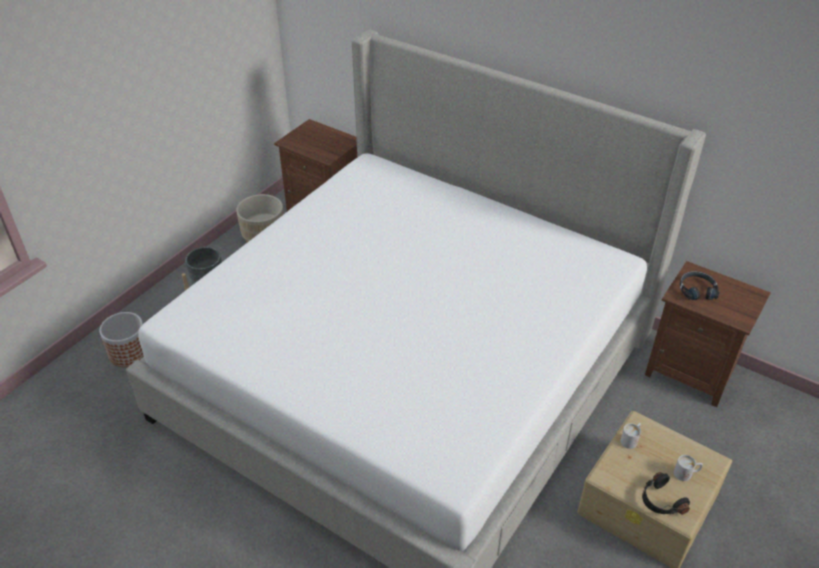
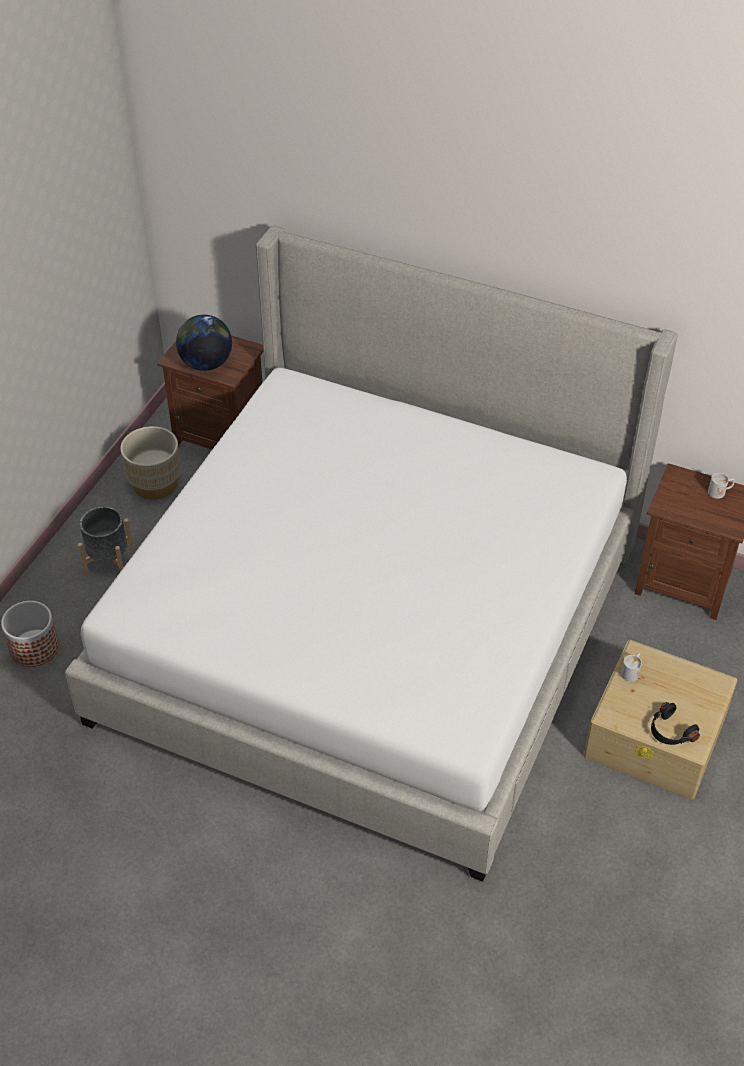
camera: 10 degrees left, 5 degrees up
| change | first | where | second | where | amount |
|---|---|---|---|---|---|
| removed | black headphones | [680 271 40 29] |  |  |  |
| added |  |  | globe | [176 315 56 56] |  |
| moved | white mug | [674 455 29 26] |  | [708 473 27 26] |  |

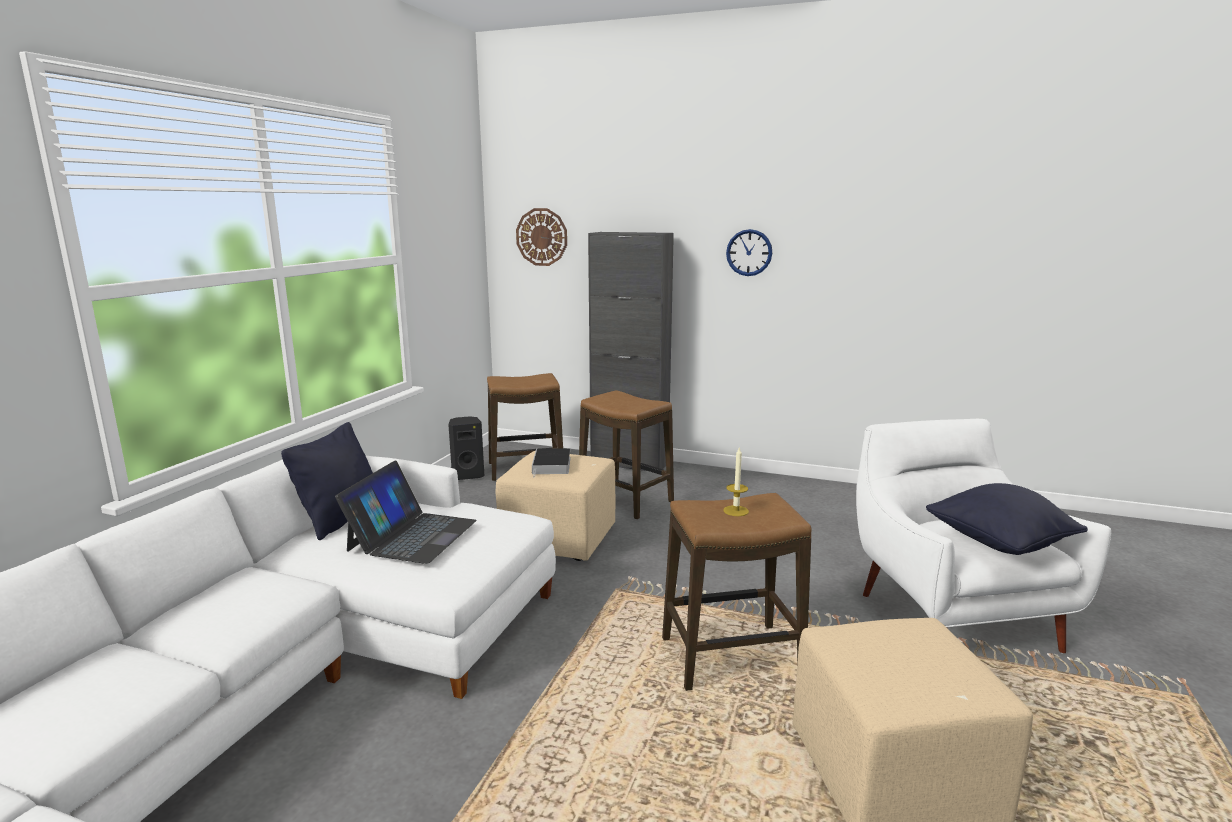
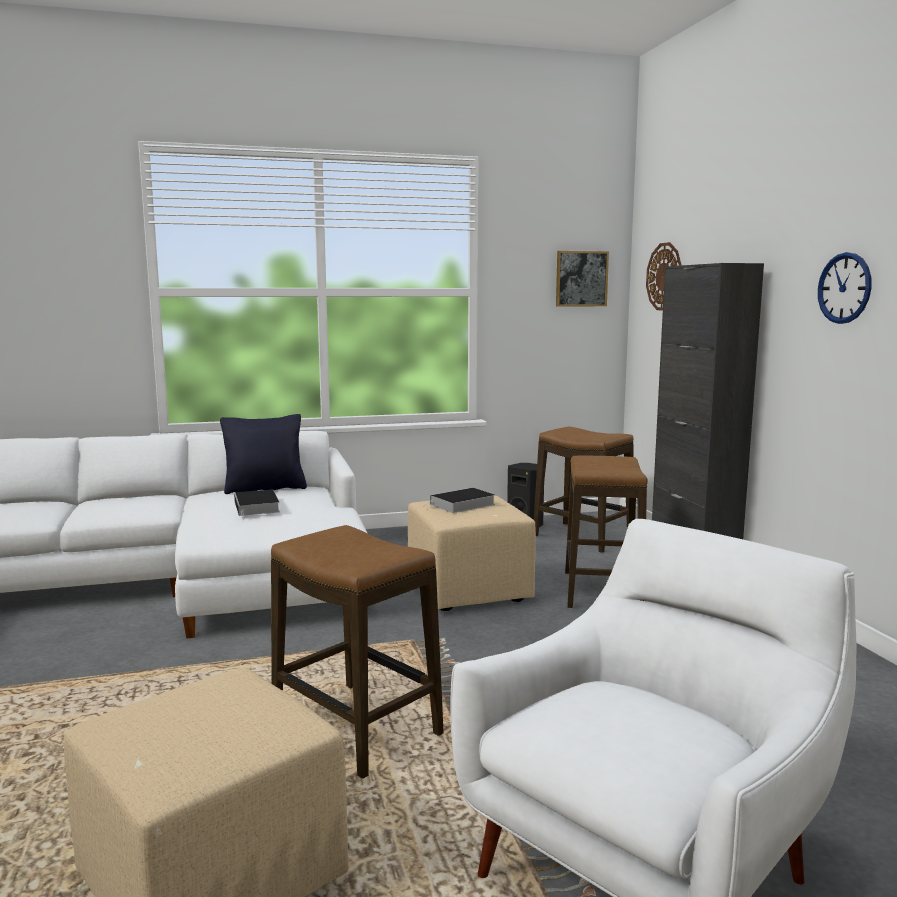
camera: 55 degrees right, 5 degrees down
| change | first | where | second | where | amount |
|---|---|---|---|---|---|
| removed | candle | [723 446 26 70] |  |  |  |
| removed | black pillow | [926 483 162 72] |  |  |  |
| added |  |  | picture | [556 251 53 56] |  |
| replaced | laptop | [335 461 142 103] | book | [234 490 46 28] |  |

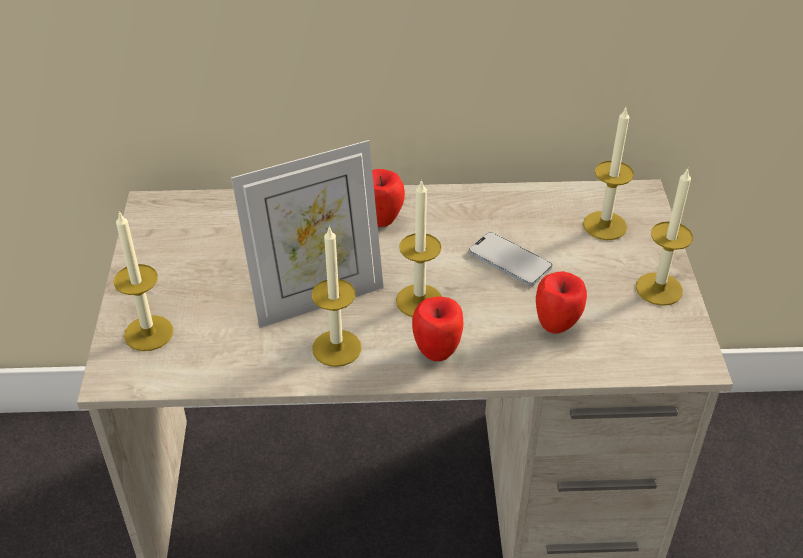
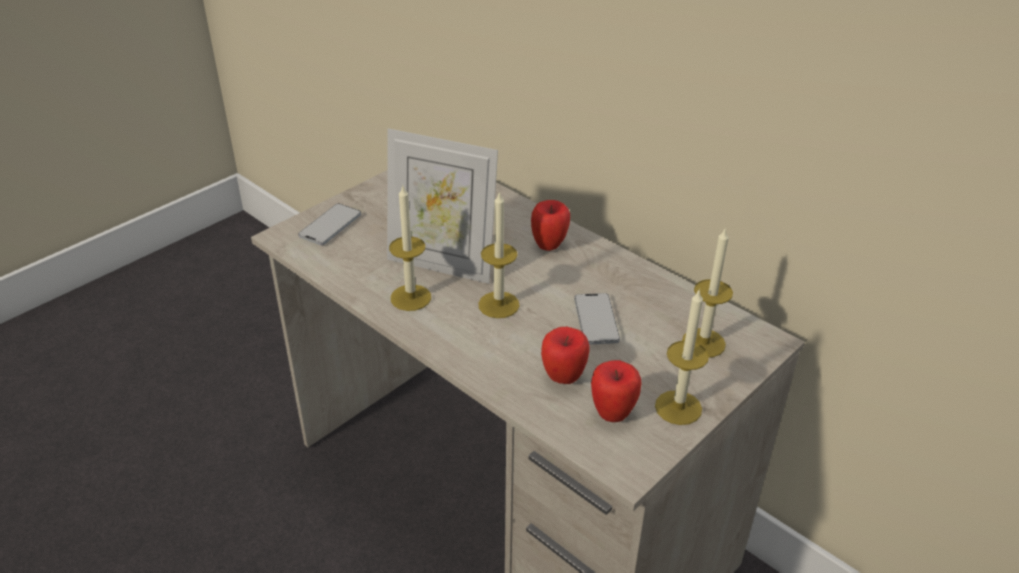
camera: 45 degrees right, 5 degrees down
| change | first | where | second | where | amount |
|---|---|---|---|---|---|
| moved | apple | [412 296 51 65] |  | [591 360 50 62] |  |
| replaced | candle | [113 211 60 140] | phone | [298 203 63 42] |  |

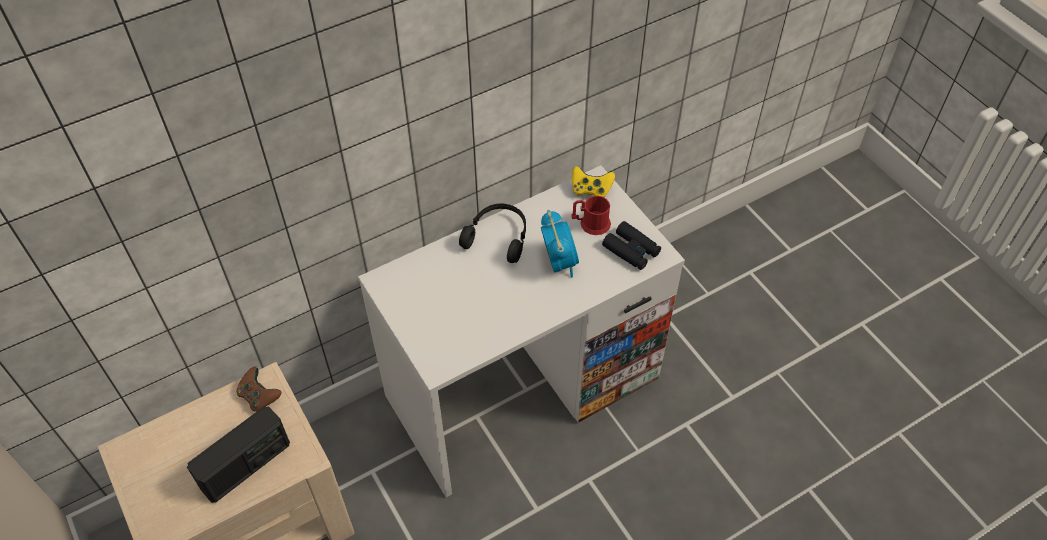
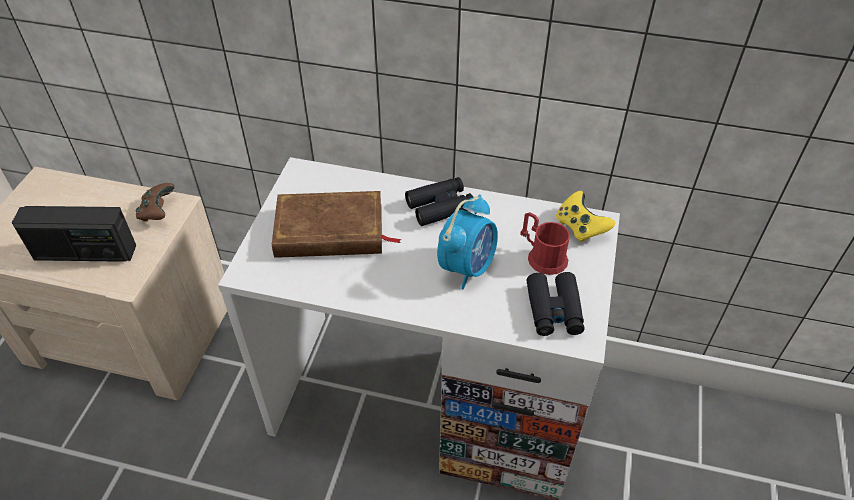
camera: 45 degrees right, 5 degrees down
| change | first | where | second | where | amount |
|---|---|---|---|---|---|
| added |  |  | brown book | [272 191 129 67] |  |
| replaced | black headphones | [459 204 67 59] | black binoculars | [405 177 68 49] |  |

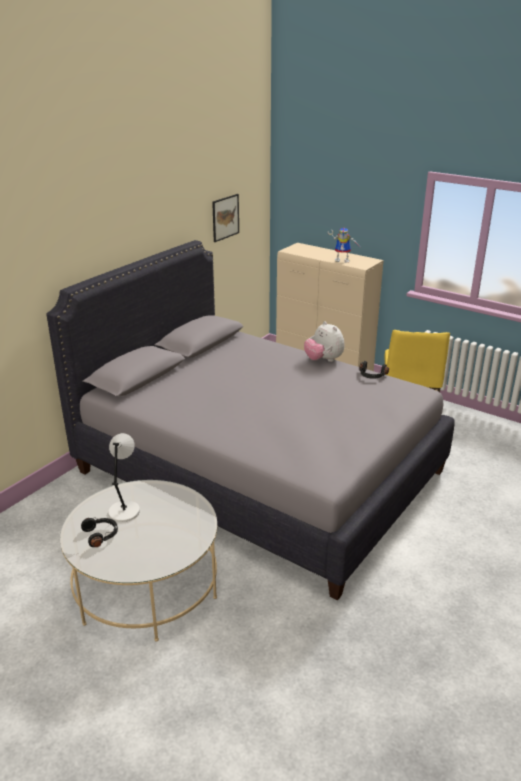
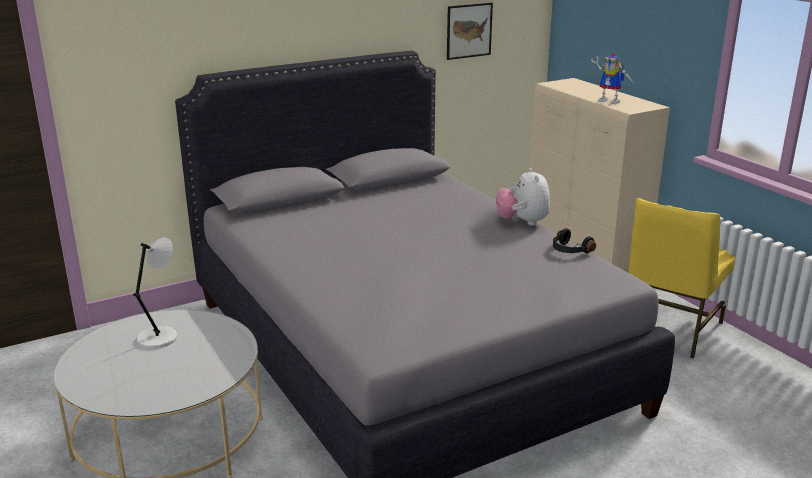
camera: 25 degrees right, 5 degrees down
| change | first | where | second | where | amount |
|---|---|---|---|---|---|
| removed | black headphones | [81 518 37 29] |  |  |  |

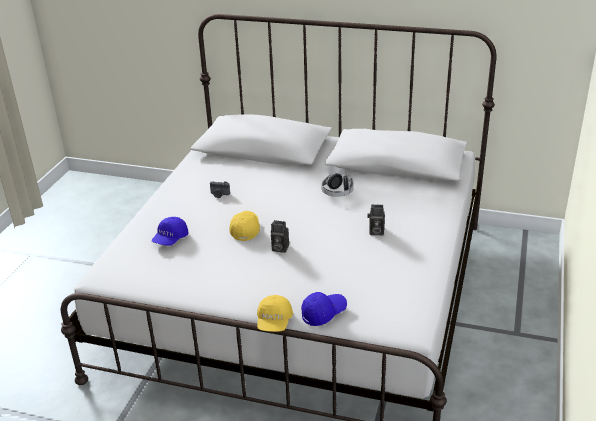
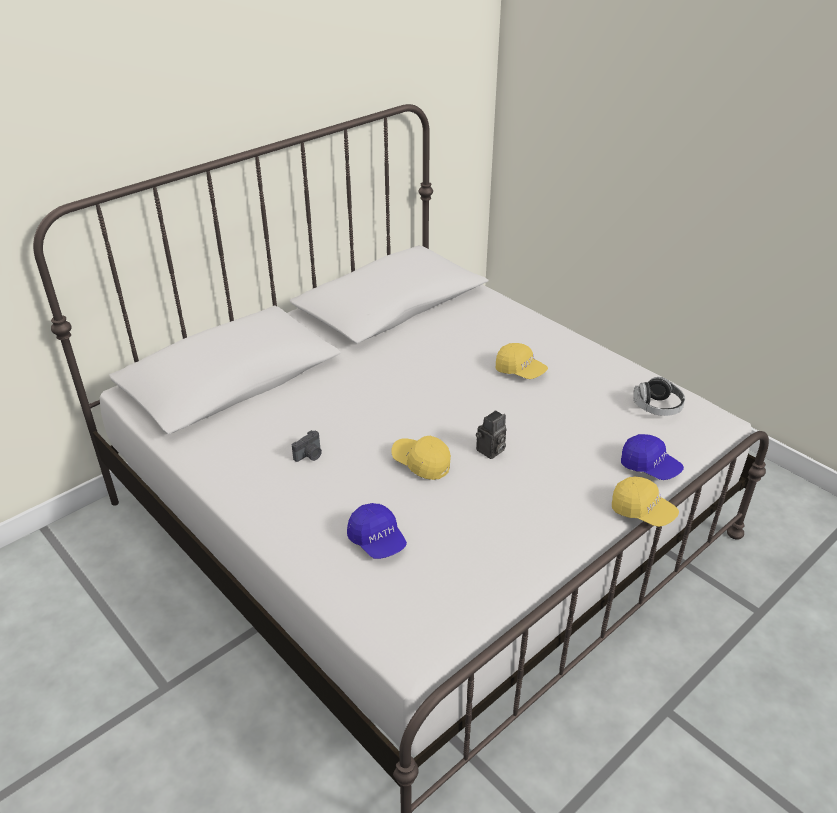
camera: 60 degrees left, 5 degrees up
| change | first | where | second | where | amount |
|---|---|---|---|---|---|
| moved | headphones | [322 173 31 24] |  | [633 377 52 39] |  |
| replaced | photo camera | [367 204 18 31] | yellow cap | [496 343 52 36] |  |
| turned | blue cap | [301 292 46 34] |  | [621 434 63 46] | 135 degrees clockwise |

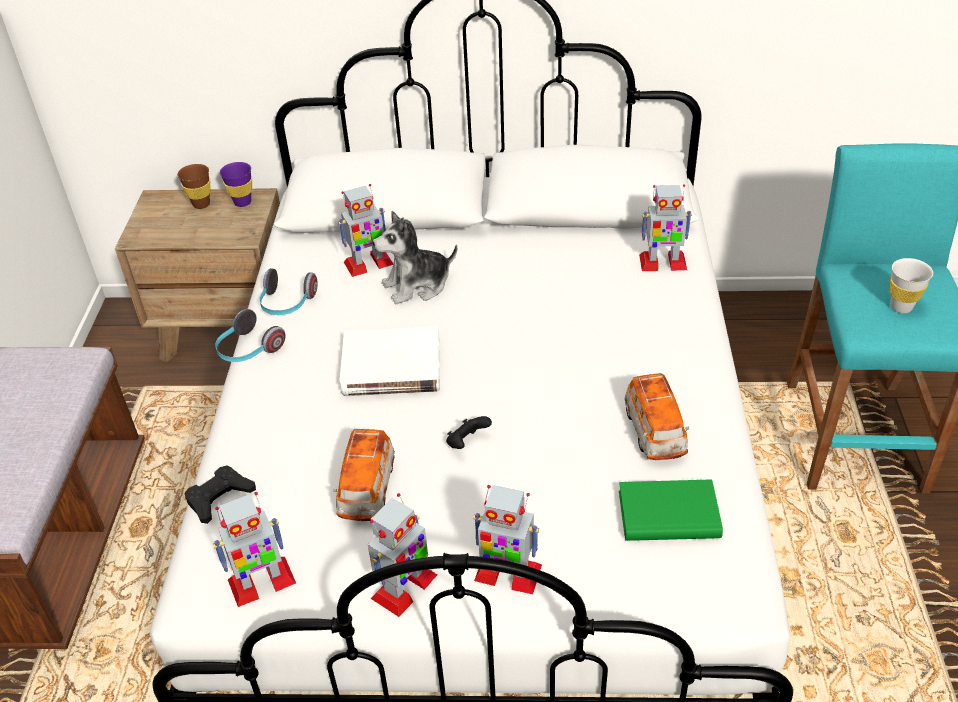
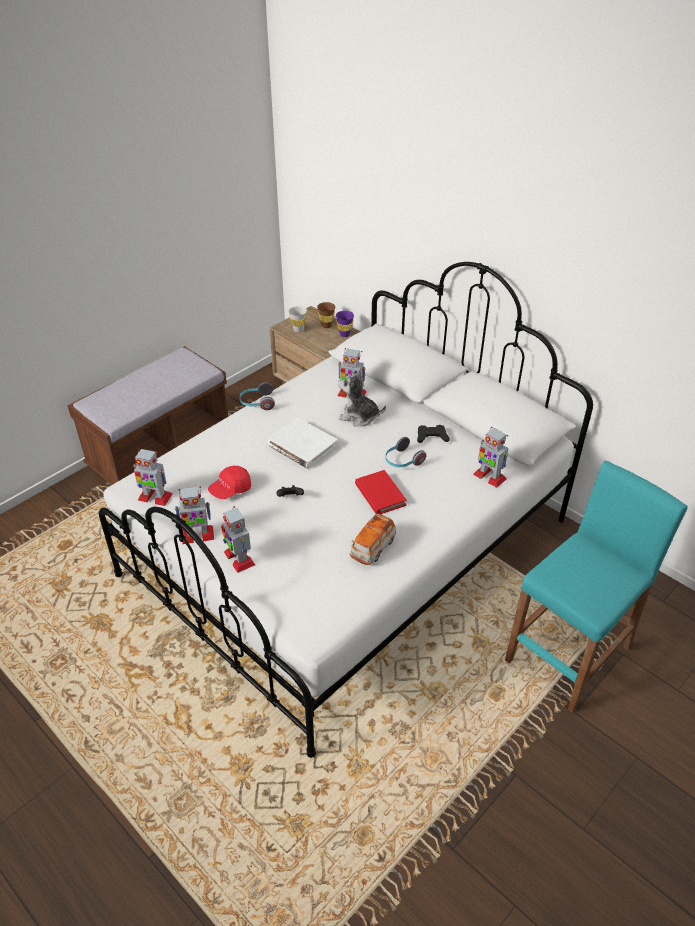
camera: 40 degrees right, 0 degrees up
| change | first | where | second | where | amount |
|---|---|---|---|---|---|
| removed | green book | [619 480 104 61] |  |  |  |
| added |  |  | red book | [355 470 52 44] |  |
| moved | black game controller | [185 465 71 59] |  | [417 425 33 18] |  |
| moved | headphones | [260 268 58 47] |  | [385 437 41 30] |  |
| moved | white cup | [890 258 43 55] |  | [289 306 18 26] |  |
| replaced | toy car | [333 429 62 92] | red cap | [208 466 43 33] |  |

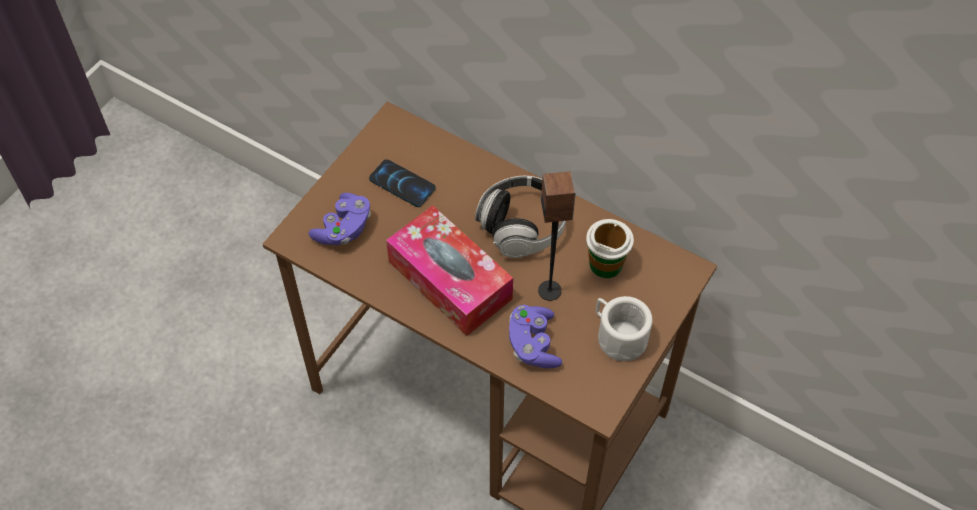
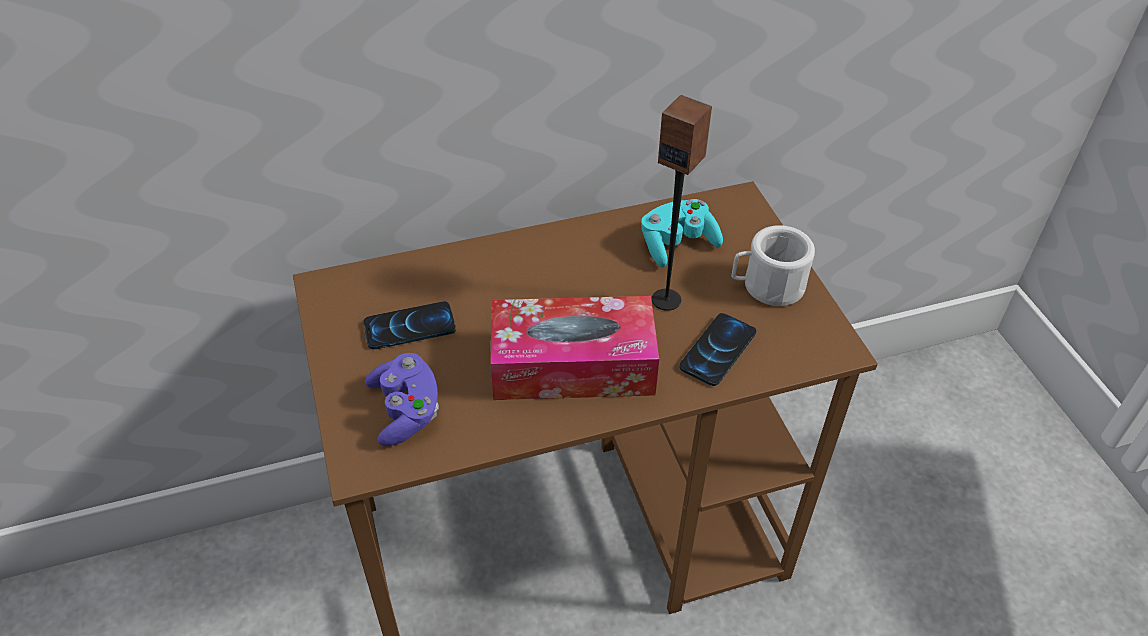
camera: 50 degrees left, 10 degrees down
| change | first | where | second | where | amount |
|---|---|---|---|---|---|
| removed | headphones | [475 176 91 82] |  |  |  |
| replaced | purple game controller | [509 305 53 63] | phone | [680 313 77 73] |  |
| replaced | cup | [586 219 48 59] | turquoise game controller | [641 199 82 68] |  |

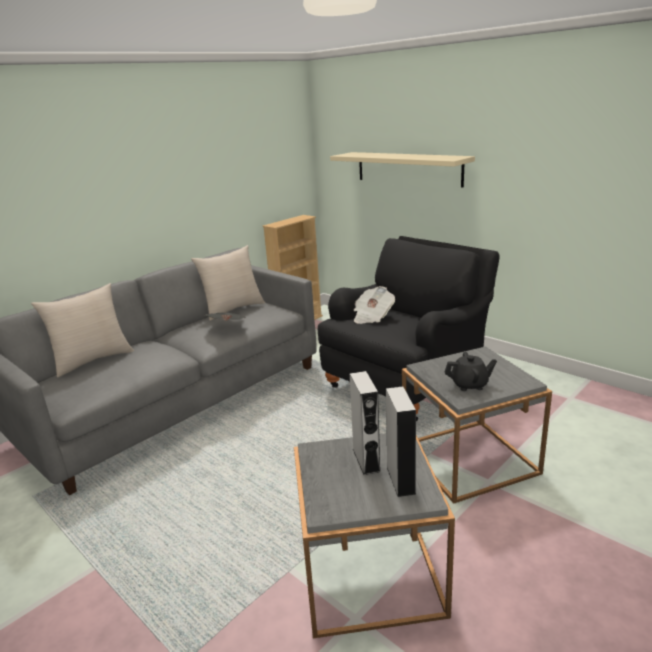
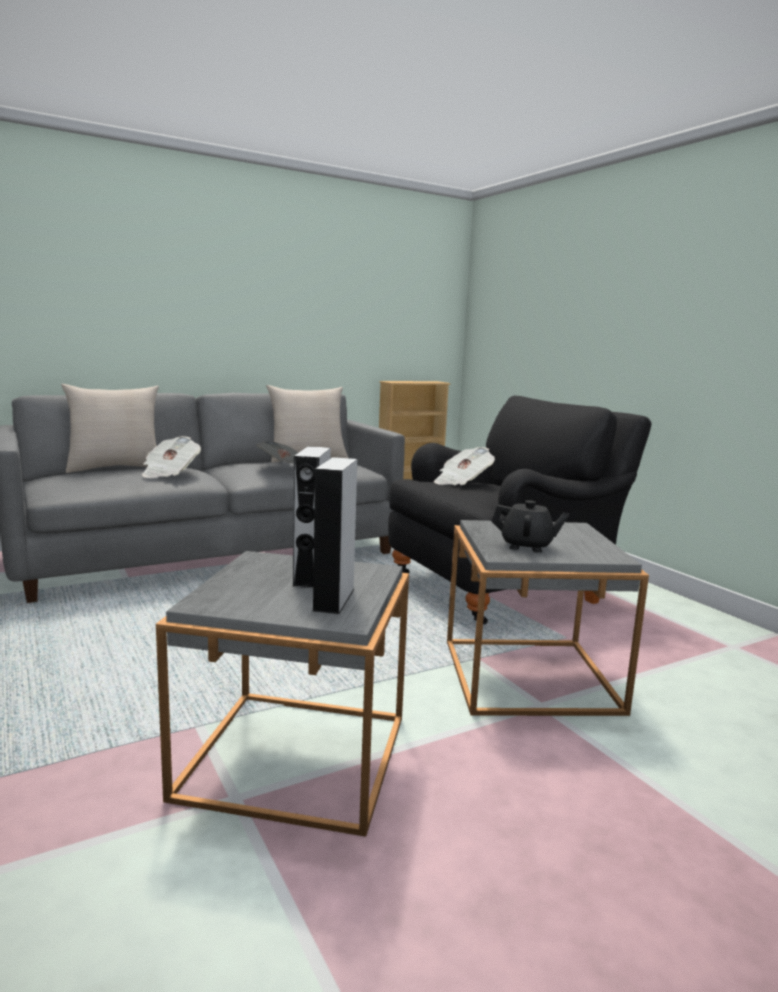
camera: 15 degrees right, 10 degrees down
| change | first | where | second | where | amount |
|---|---|---|---|---|---|
| removed | beige shelf | [330 152 145 35] |  |  |  |
| added |  |  | newspaper | [142 436 59 42] |  |

